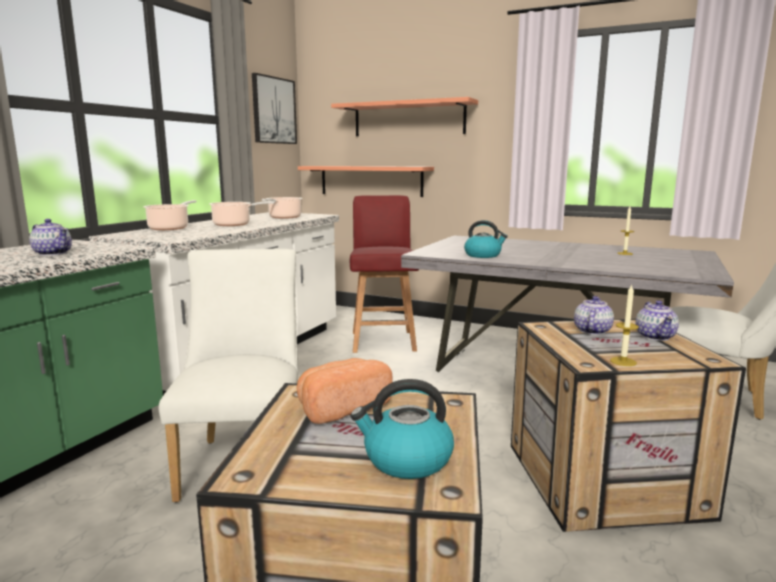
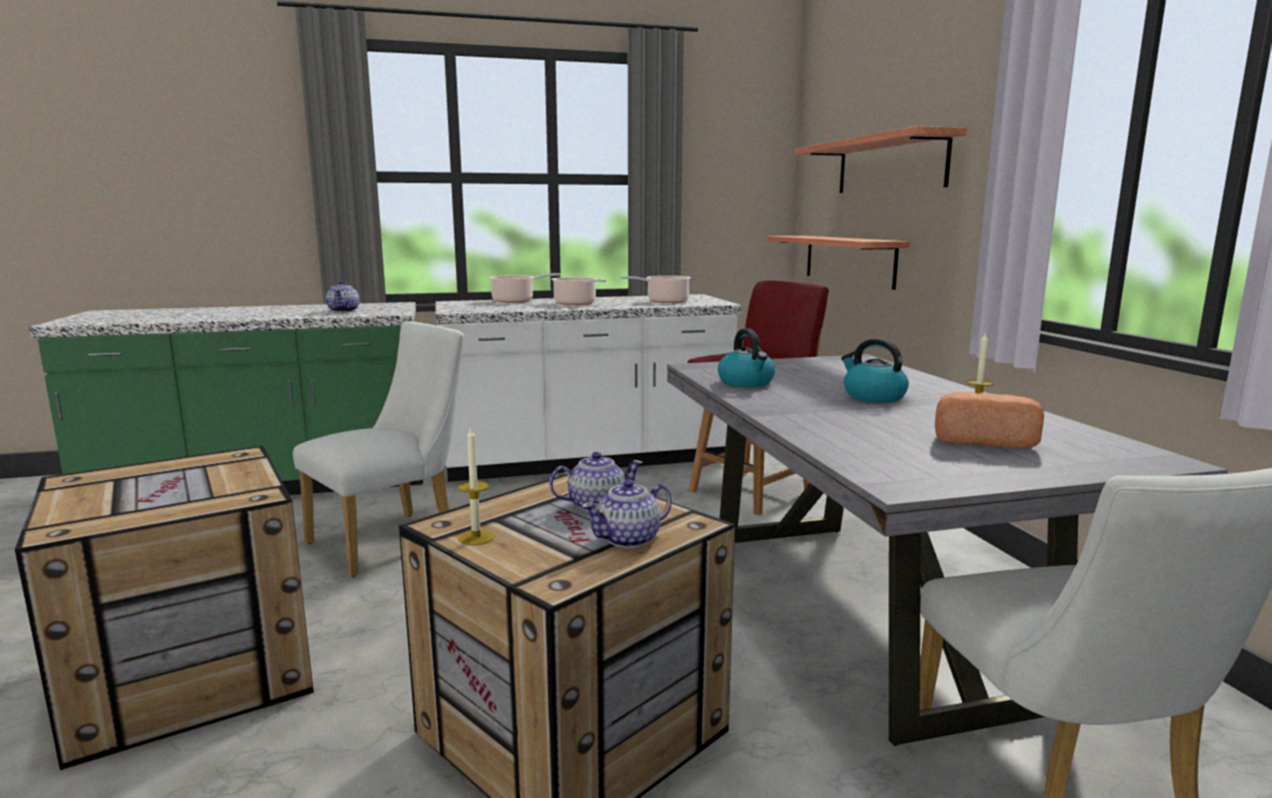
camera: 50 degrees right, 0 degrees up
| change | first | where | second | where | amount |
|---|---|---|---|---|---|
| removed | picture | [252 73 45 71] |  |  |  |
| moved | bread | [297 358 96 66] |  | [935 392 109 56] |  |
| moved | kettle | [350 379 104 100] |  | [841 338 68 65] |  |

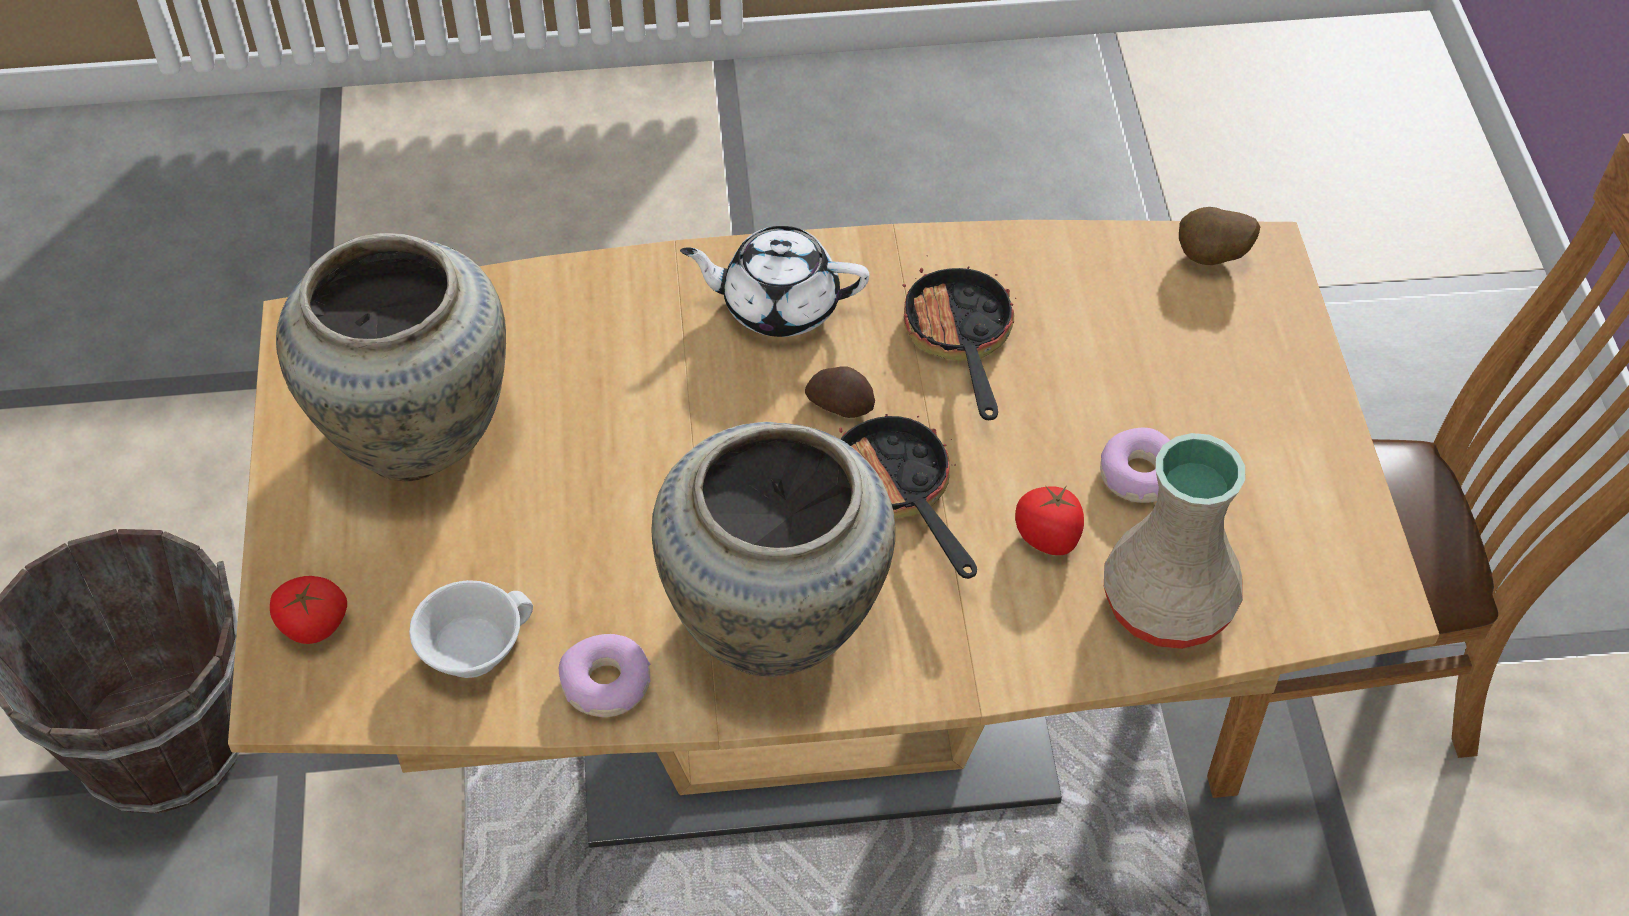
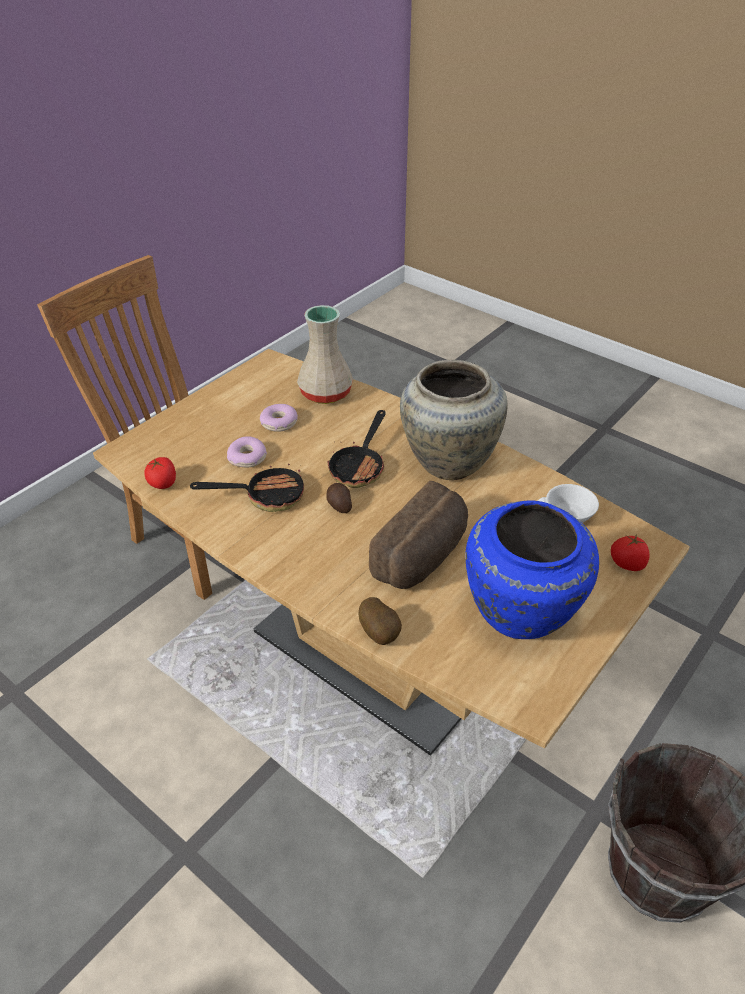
camera: 135 degrees left, 10 degrees down
| change | first | where | second | where | amount |
|---|---|---|---|---|---|
| removed | white teapot | [680 226 189 111] |  |  |  |
| added |  |  | bread | [369 481 99 108] |  |
| moved | donut | [559 634 92 83] |  | [227 436 40 31] |  |
| moved | tomato | [1015 485 69 70] |  | [144 457 32 32] |  |
| moved | potato | [1179 207 81 58] |  | [358 597 44 48] |  |
| recoloured | beige vase | [276 233 230 248] | blue vase | [465 500 134 139] |  |
| turned | frying pan | [903 255 114 165] |  | [190 464 114 48] | 135 degrees counterclockwise |

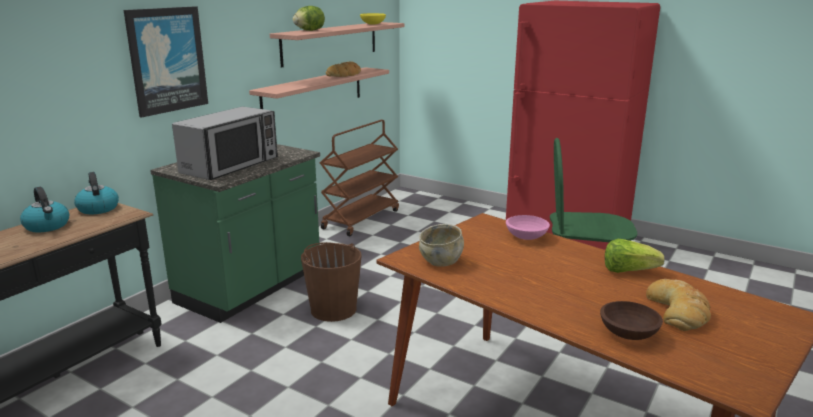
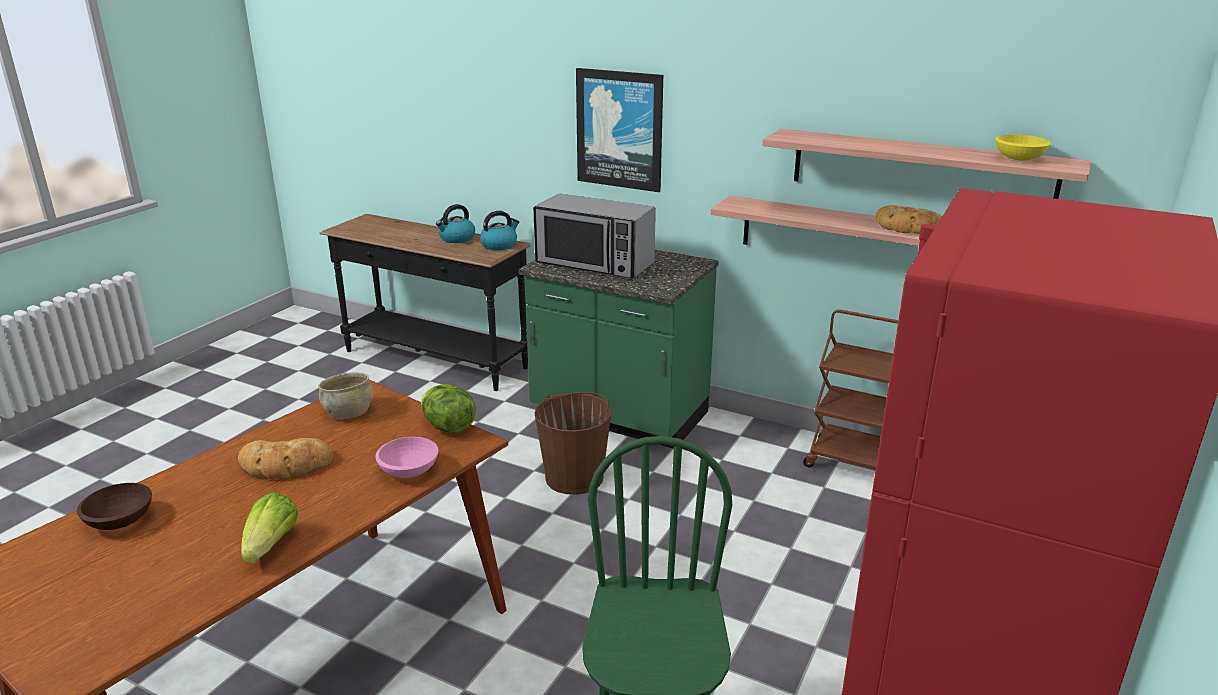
camera: 85 degrees right, 5 degrees up
| change | first | where | second | where | amount |
|---|---|---|---|---|---|
| moved | lettuce | [293 6 32 25] |  | [421 384 55 50] |  |
| moved | bread | [646 279 65 52] |  | [238 438 95 41] |  |

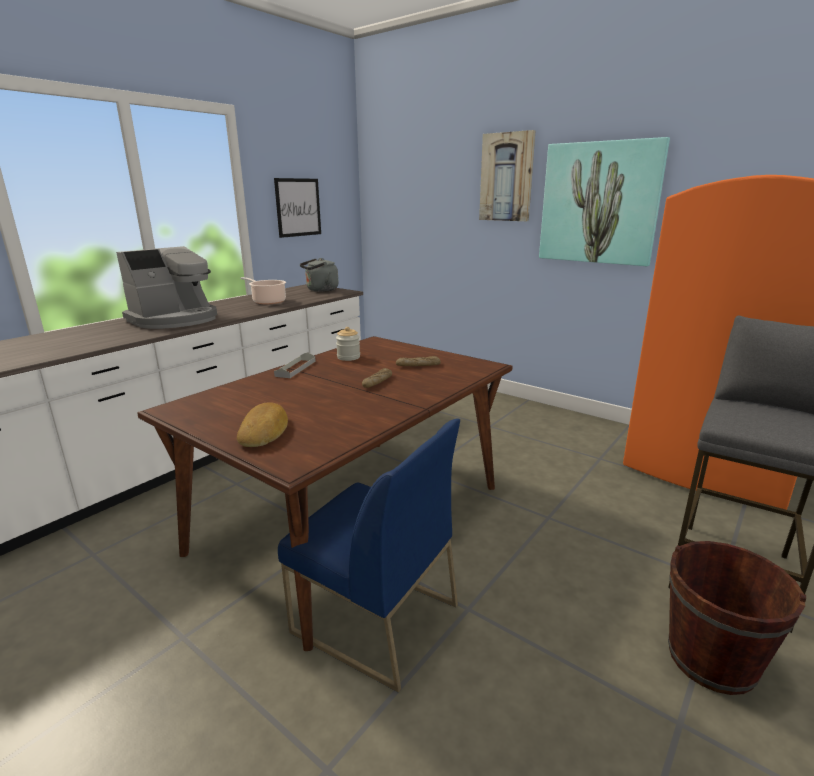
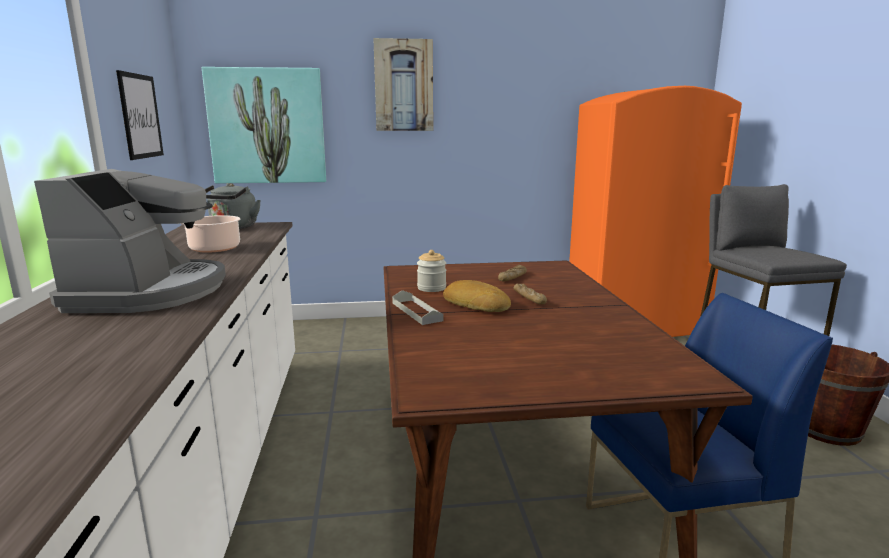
camera: 45 degrees left, 5 degrees down
| change | first | where | second | where | amount |
|---|---|---|---|---|---|
| moved | bread | [237 402 51 45] |  | [443 280 68 32] |  |
| moved | picture | [539 137 131 129] |  | [202 67 124 117] |  |

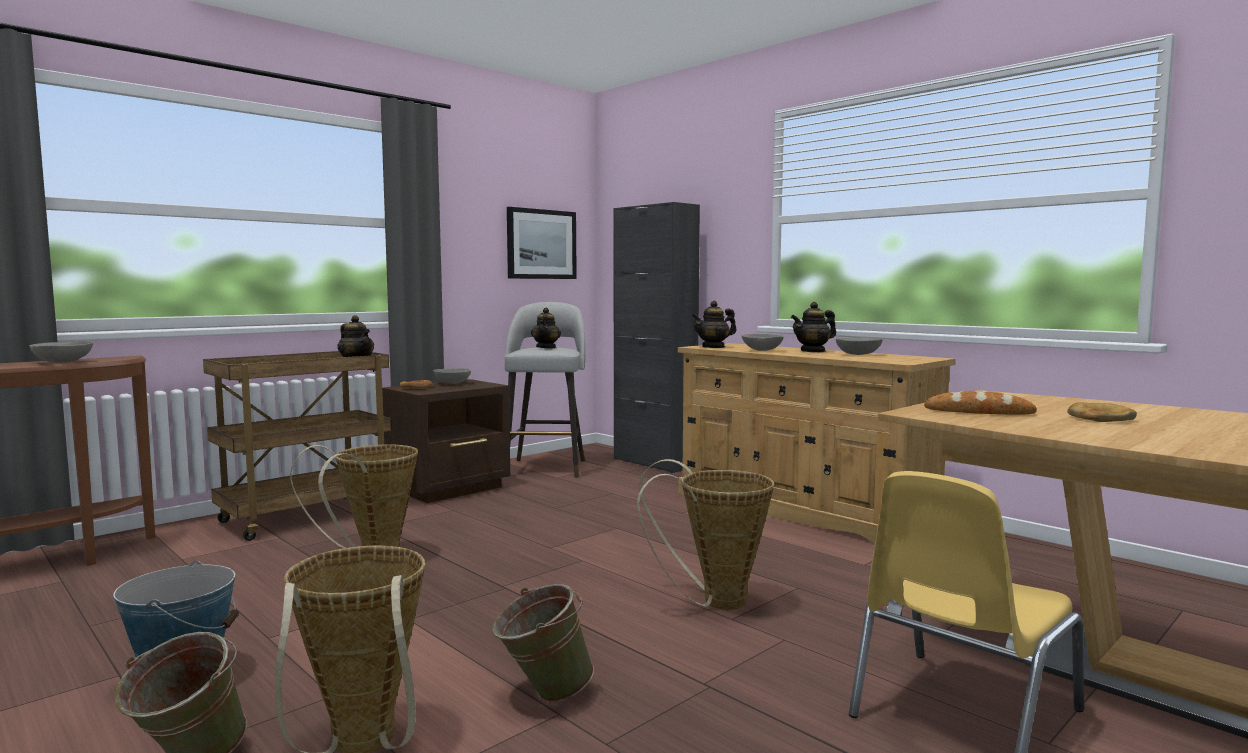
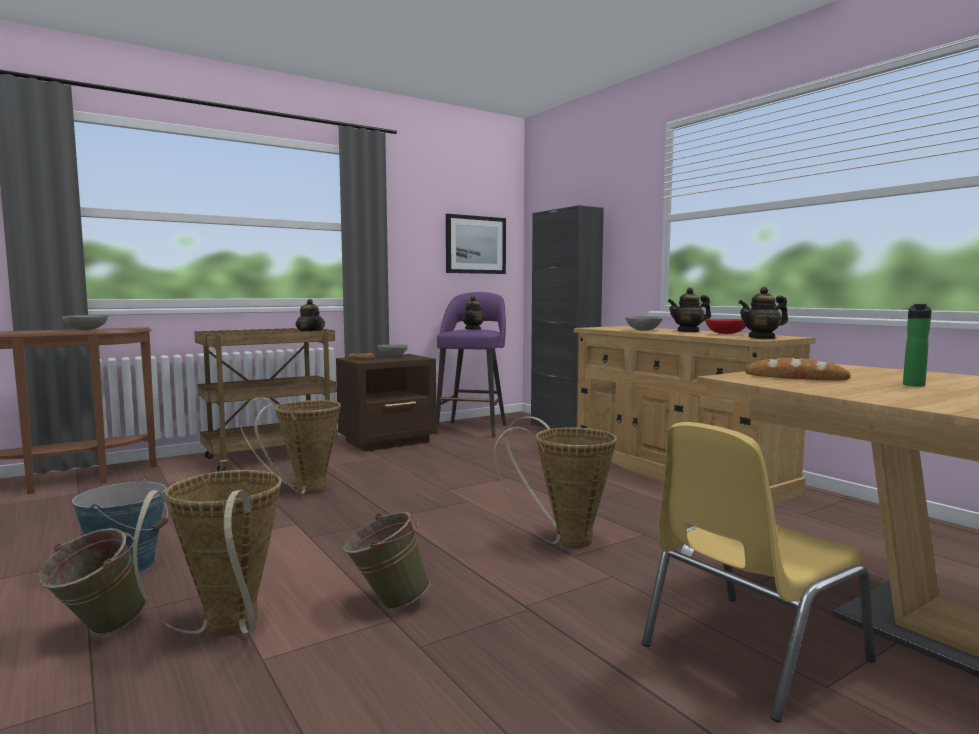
camera: 10 degrees right, 0 degrees up
| change | first | where | second | where | amount |
|---|---|---|---|---|---|
| moved | teapot | [691 301 46 47] |  | [738 287 50 52] |  |
| replaced | bread | [1067 402 70 20] | bottle | [903 304 29 82] |  |
| recoloured | grey stool | [504 302 81 176] | purple stool | [435 292 71 146] |  |
| recoloured | grey bowl | [836 337 47 18] | red bowl | [706 319 40 15] |  |

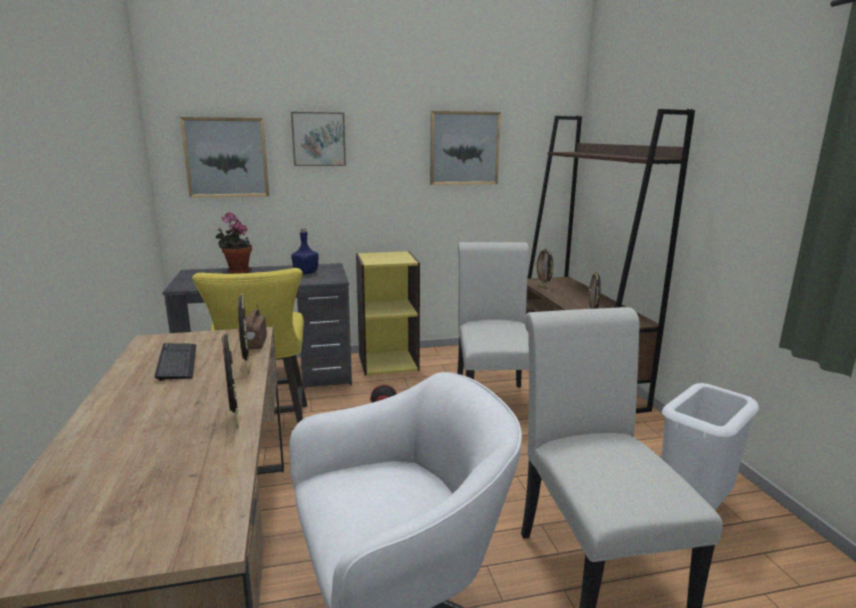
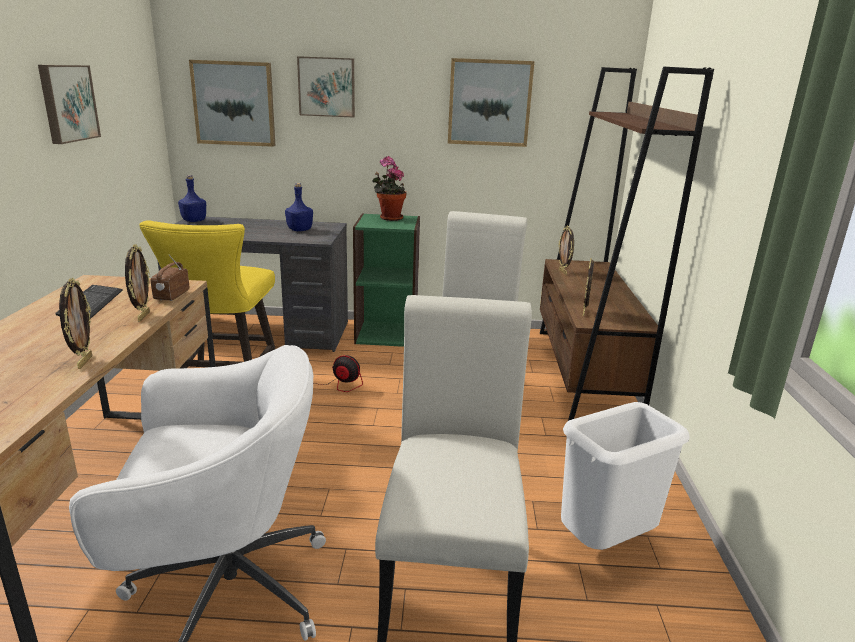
camera: 15 degrees right, 5 degrees up
| change | first | where | second | where | amount |
|---|---|---|---|---|---|
| added |  |  | picture | [38 65 63 79] |  |
| added |  |  | blue bottle | [178 175 28 47] |  |
| moved | potted plant | [216 212 36 62] |  | [372 156 34 65] |  |
| recoloured | yellow bookcase | [356 251 64 124] | green bookcase | [353 213 67 134] |  |

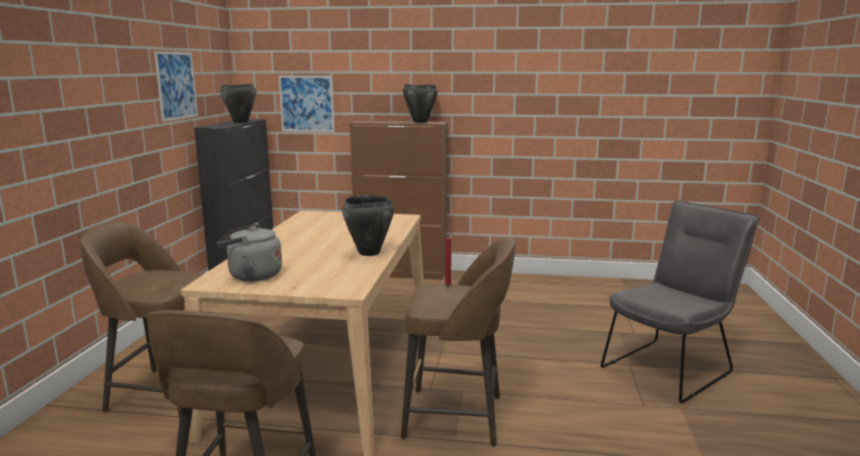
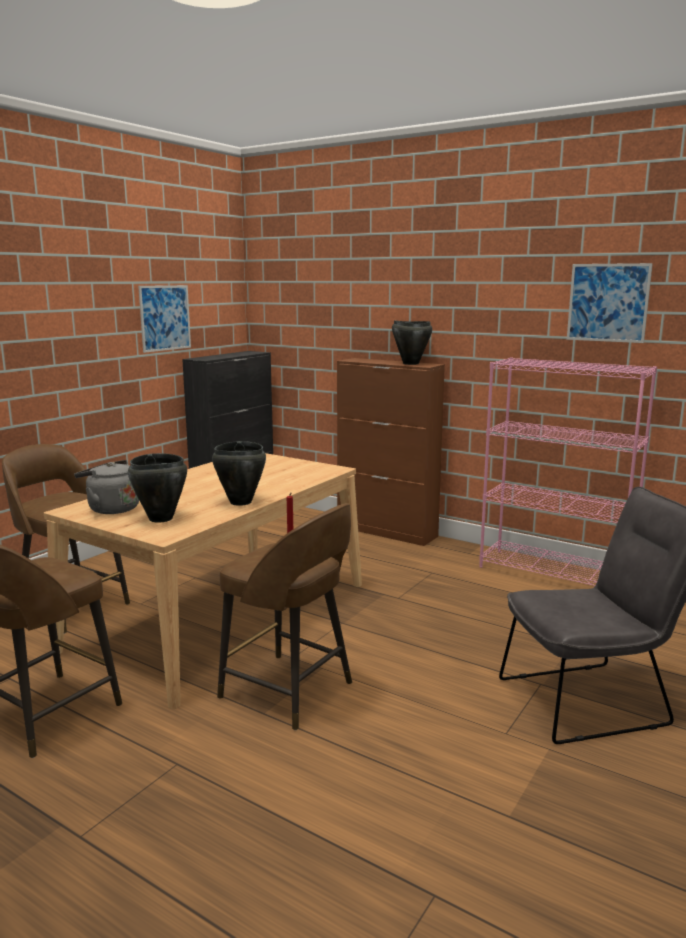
camera: 25 degrees right, 0 degrees up
| change | first | where | second | where | amount |
|---|---|---|---|---|---|
| added |  |  | pink bookcase | [479 357 178 229] |  |
| moved | black cooking pot | [220 84 36 39] |  | [128 453 59 69] |  |
| moved | picture | [279 76 56 56] |  | [567 263 86 80] |  |

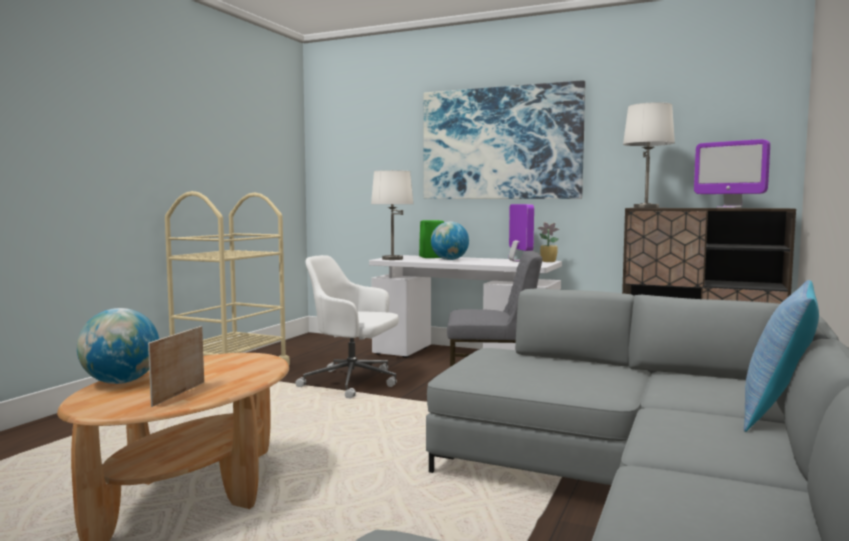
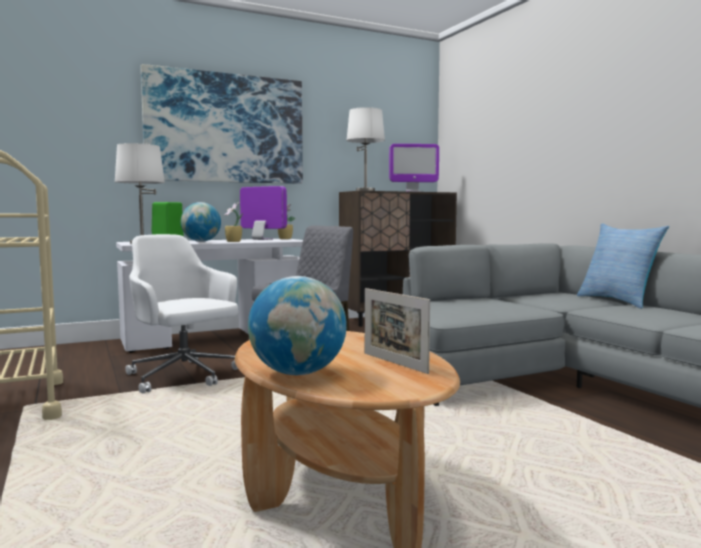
camera: 50 degrees left, 0 degrees up
| change | first | where | second | where | amount |
|---|---|---|---|---|---|
| added |  |  | potted plant | [224 202 19 40] |  |
| turned | white office chair | [295 255 104 143] |  | [125 234 113 160] | 75 degrees clockwise |

